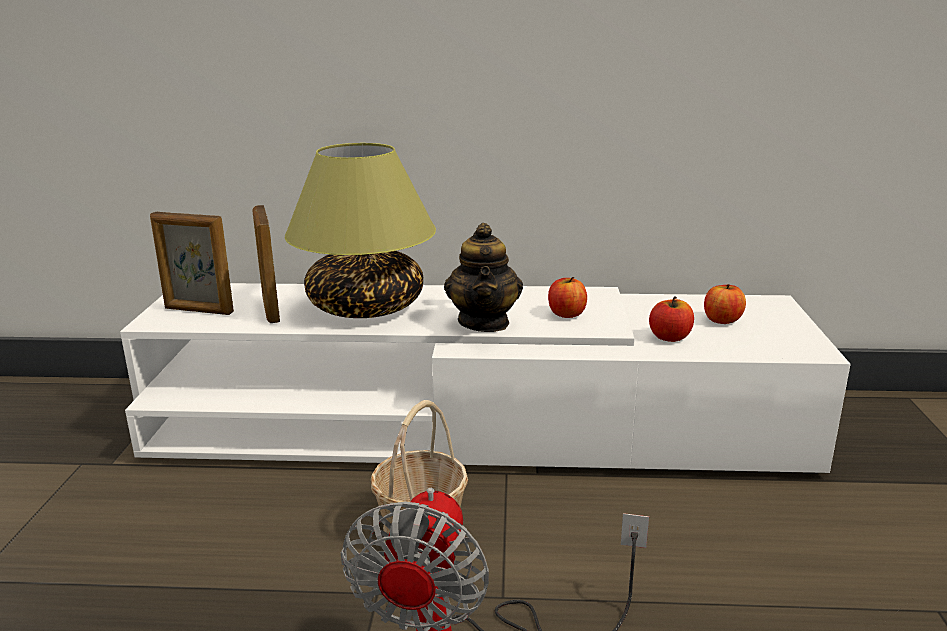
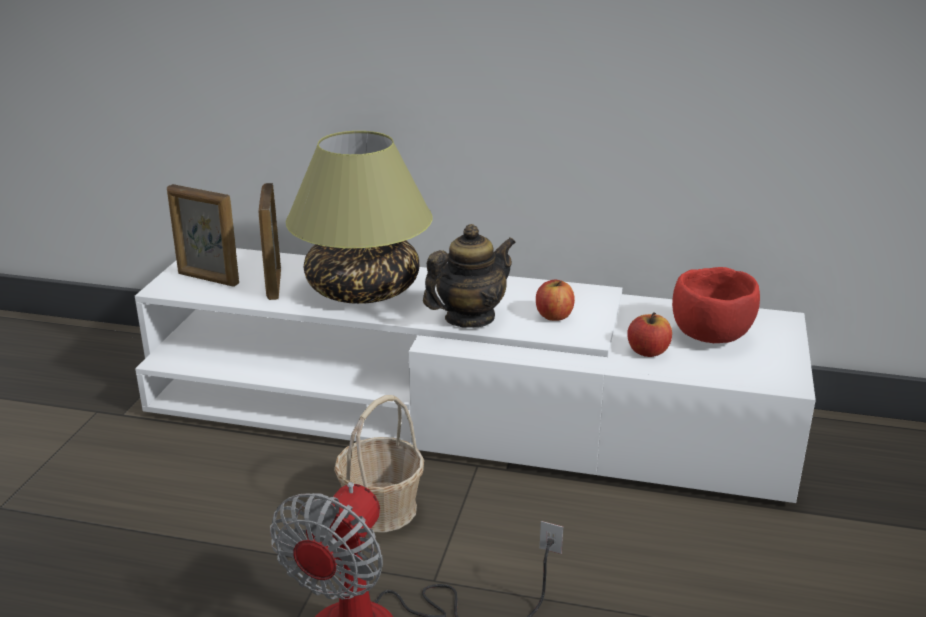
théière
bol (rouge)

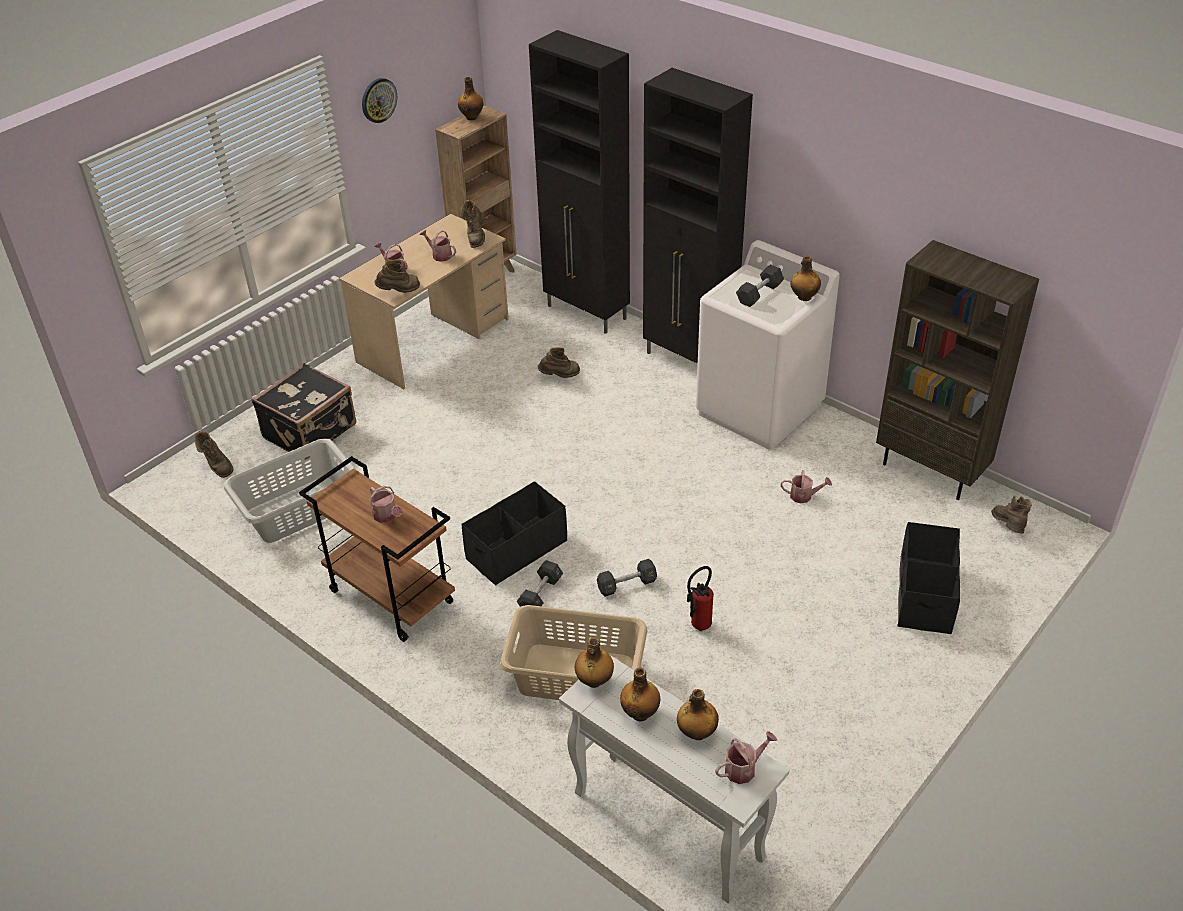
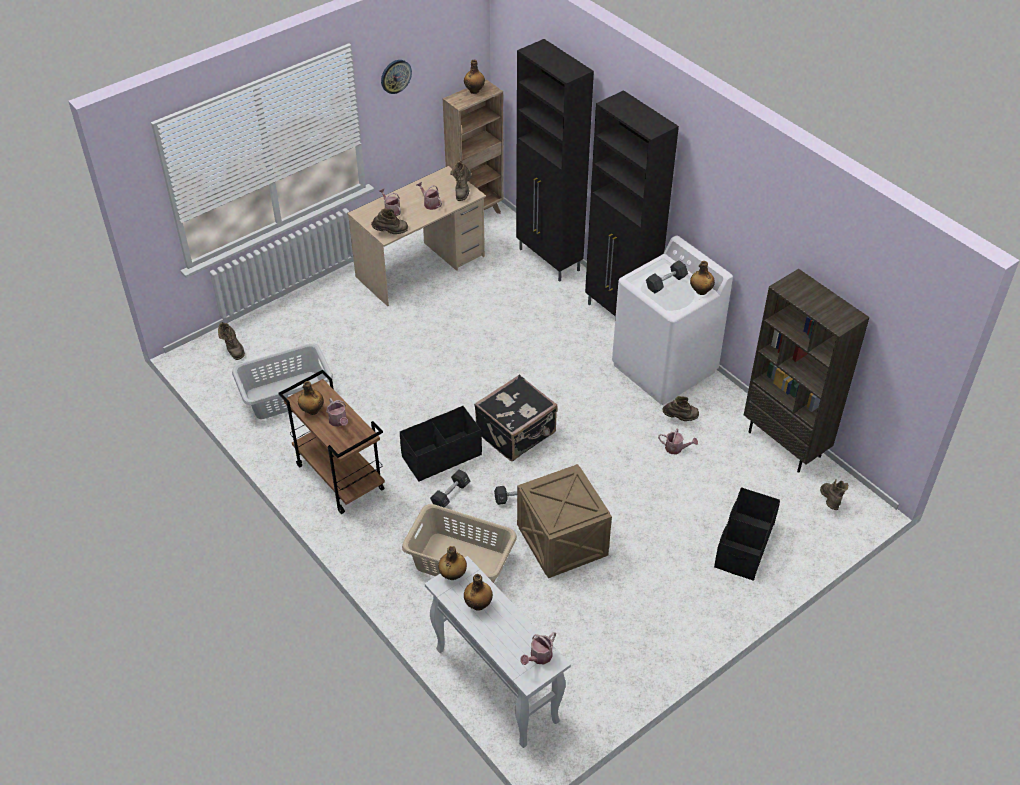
bouteille (1st from left)
valise (noir)
caisse
arrosoir (4th from left)
botte (marron) (4th from left)

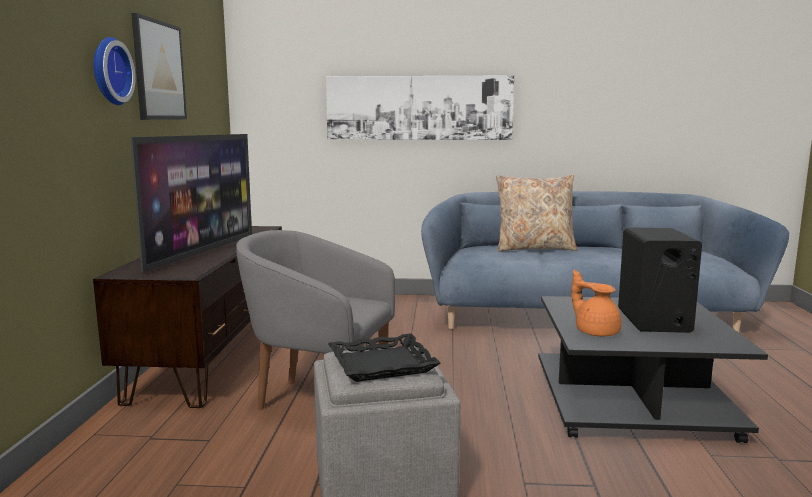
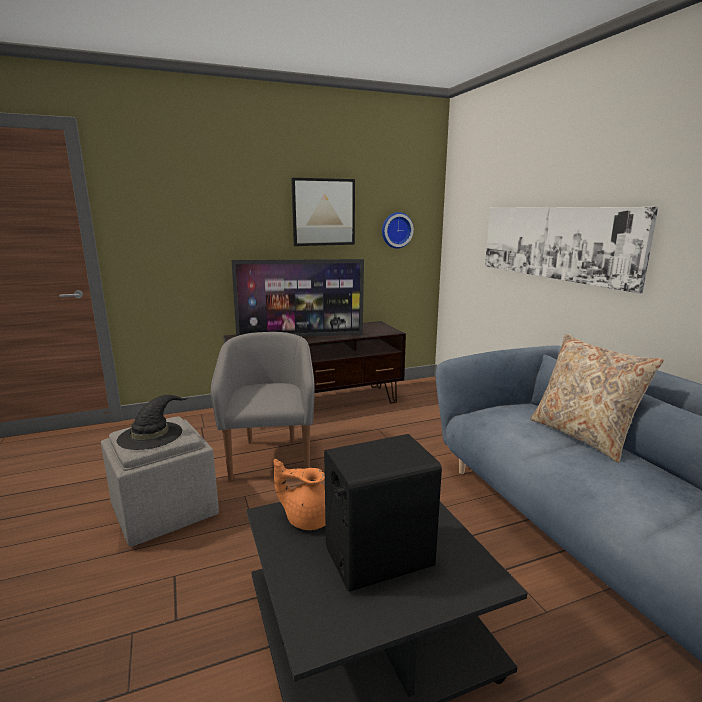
chapeau (noir)
théière (orange)
horloge murale

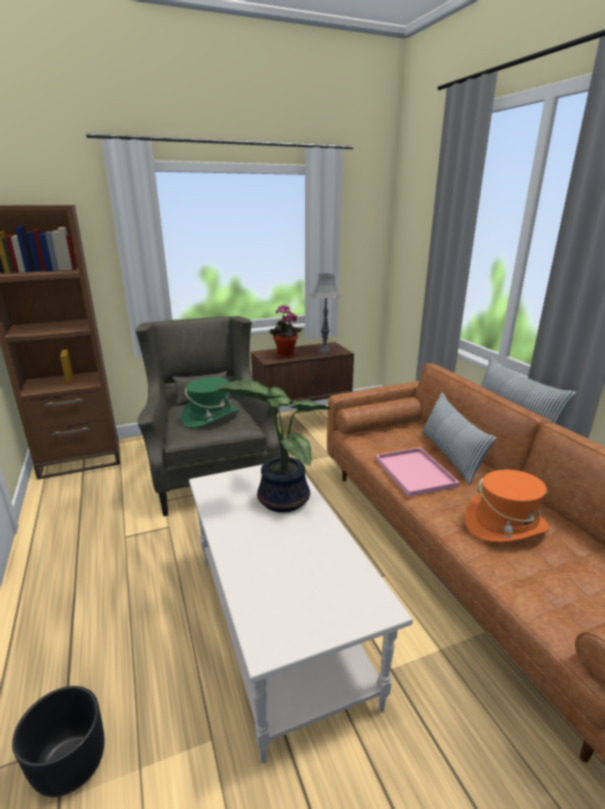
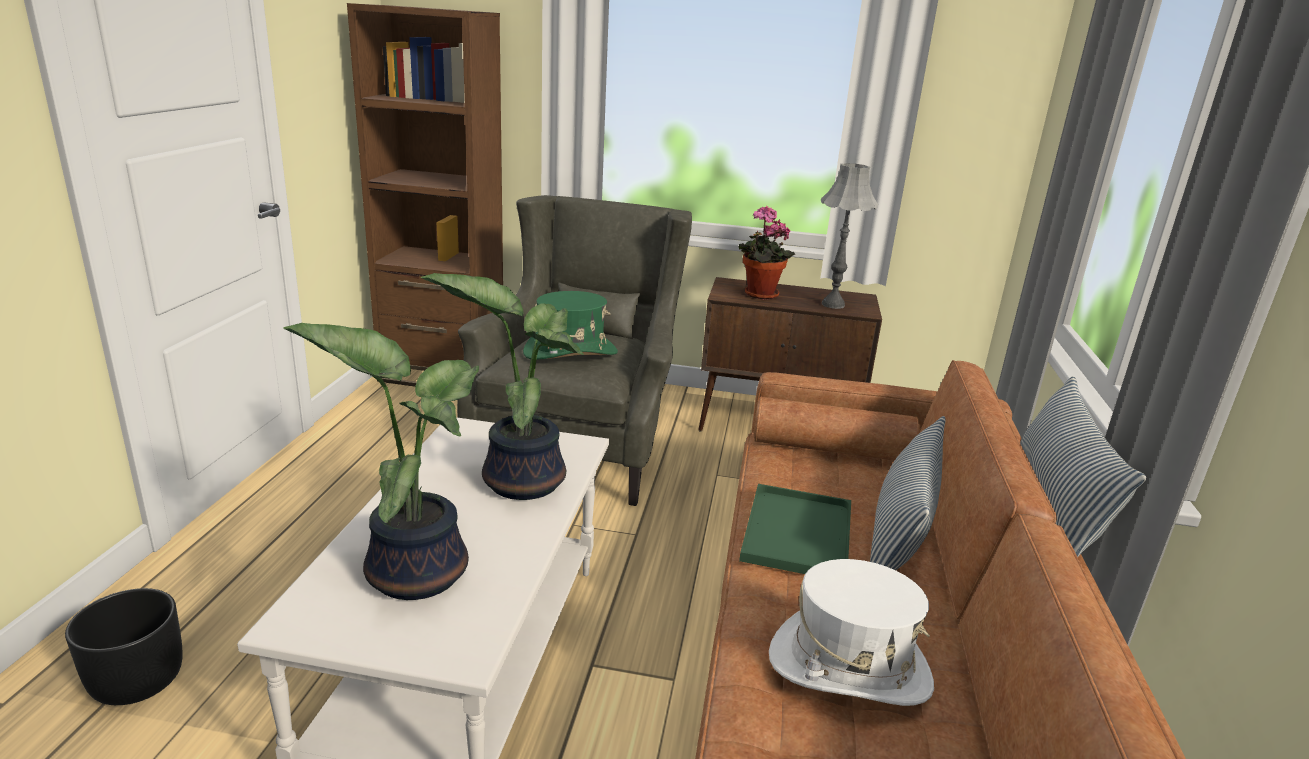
plante en pot (1st from left)
plateau (vert)
chapeau (blanc)

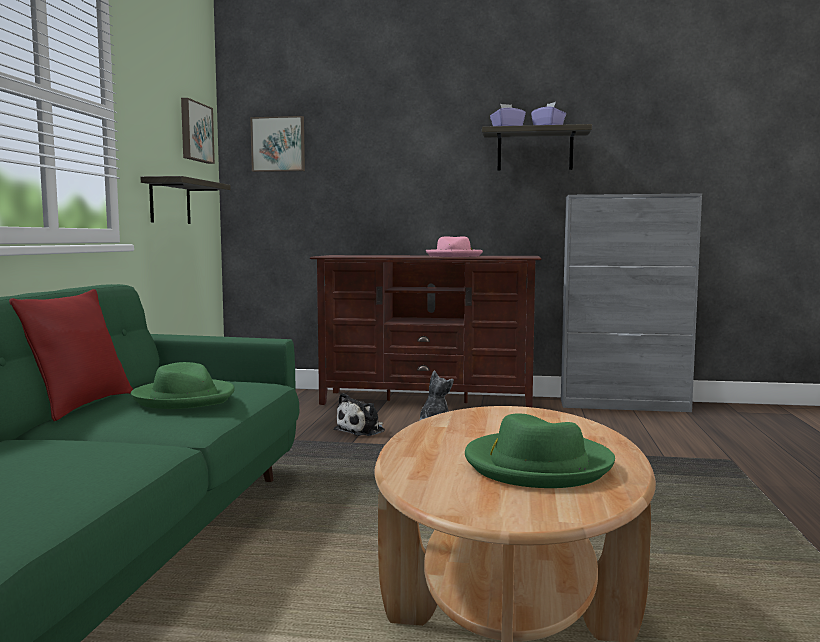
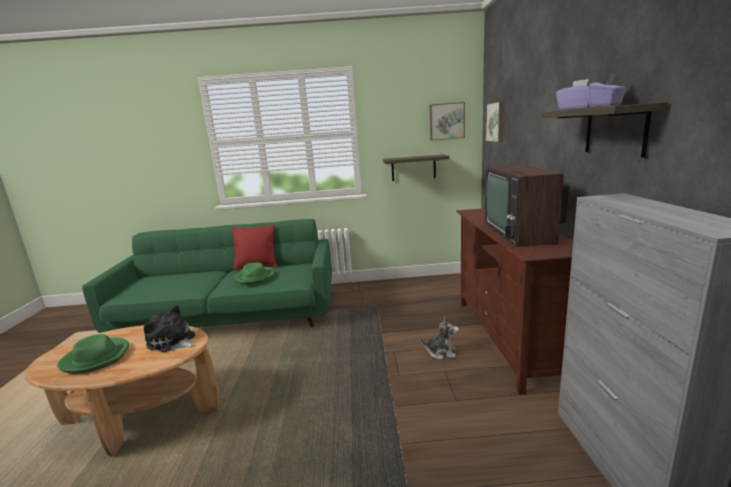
peluche (1st from left)
téléviseur

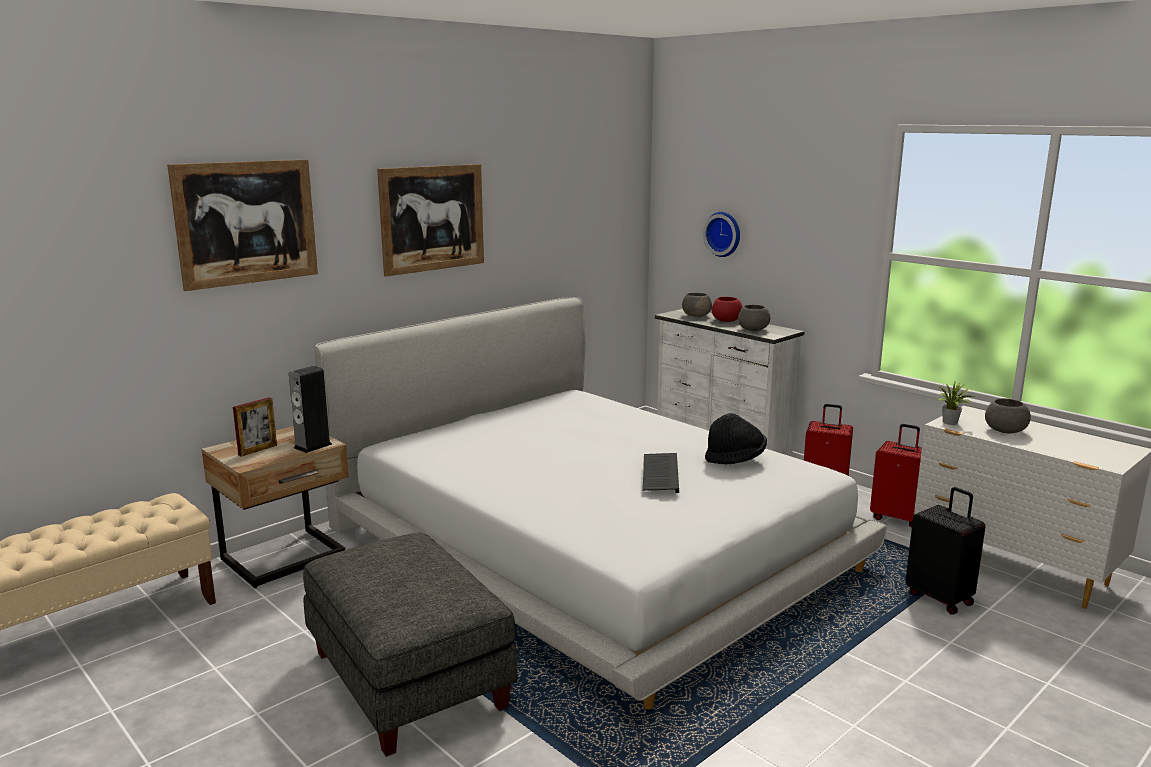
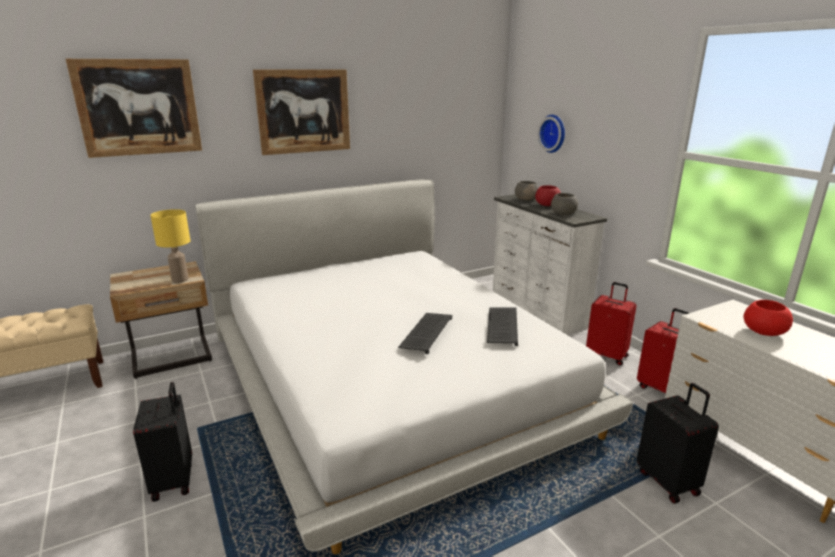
valise (noir) (1st from left)
lampe de table (jaune)
clavier (2nd from left)
bol (rouge) (2nd from left)
cadre photo
plante en pot

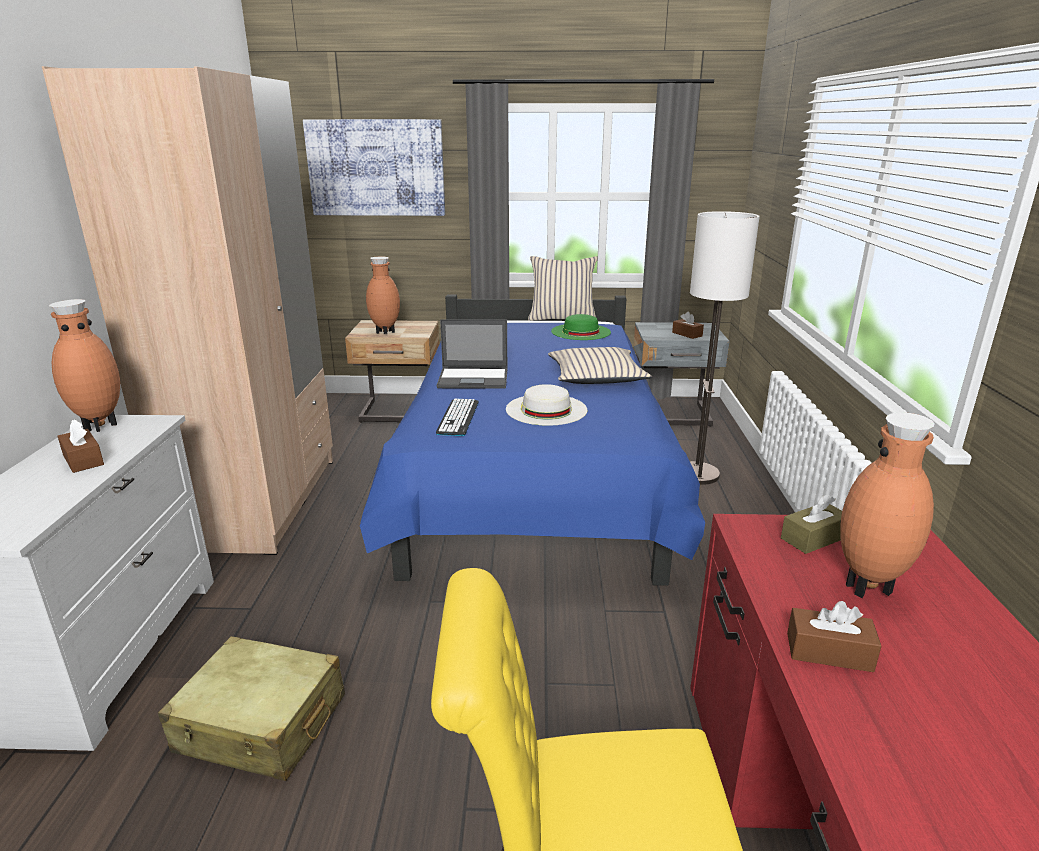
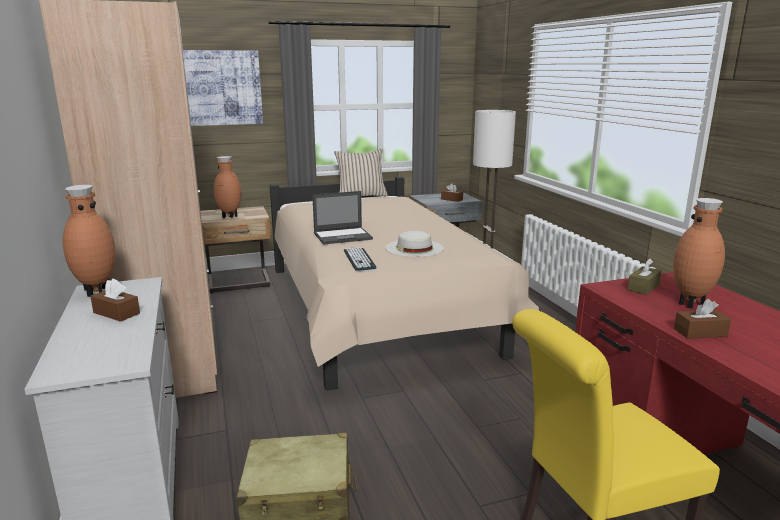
lit (beige)
coussin (beige) (2nd from left in the first image)
chapeau (vert)

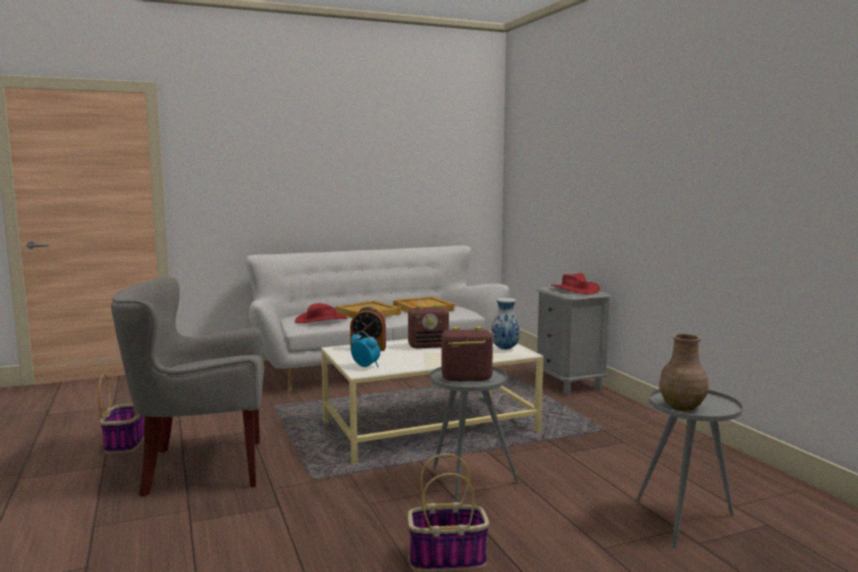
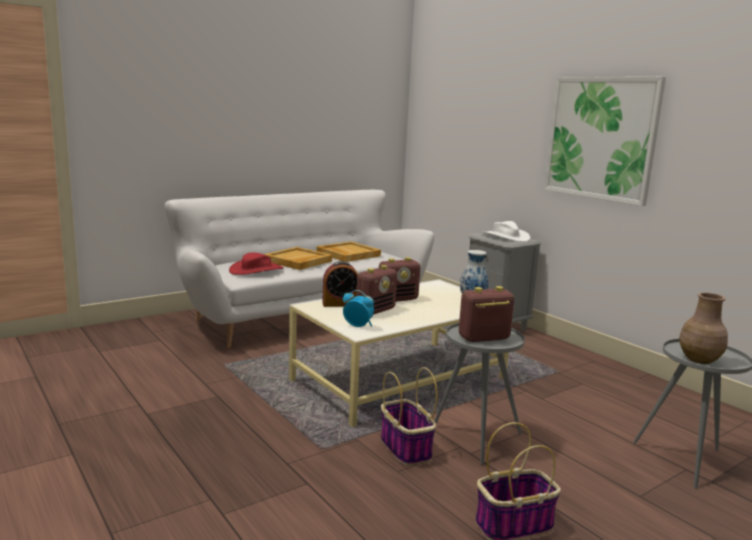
radio (1st from left)
panier (1st from left)
chapeau (blanc)
tableau
fauteuil (gris)

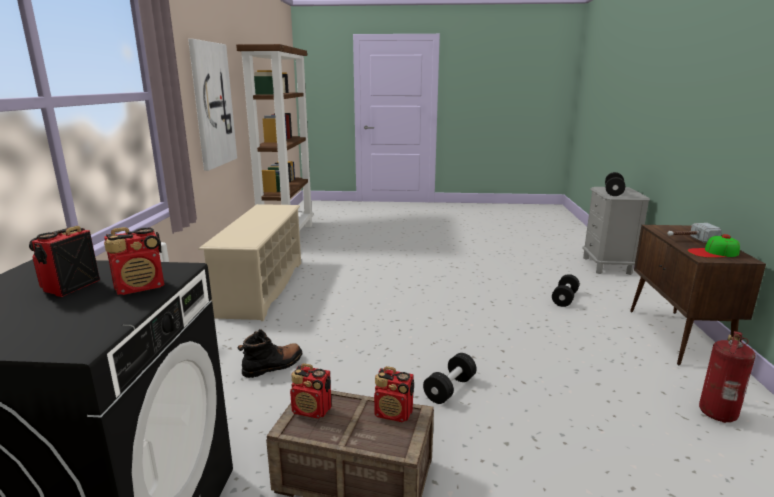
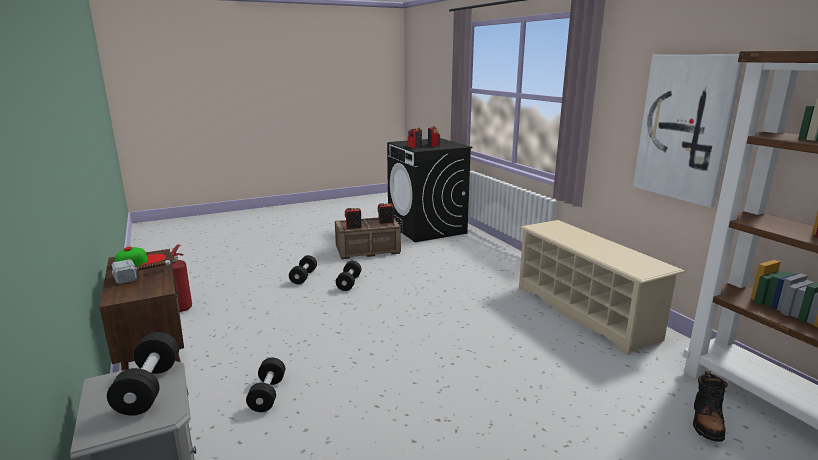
haltère (noir) (3rd from left)
botte (noir)

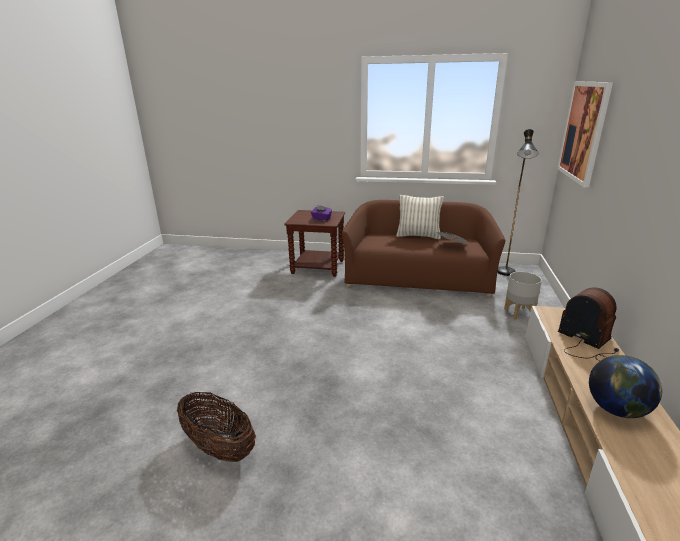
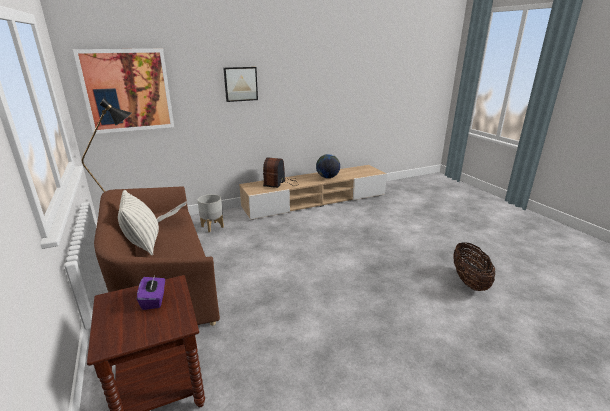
tableau (2nd from left)

